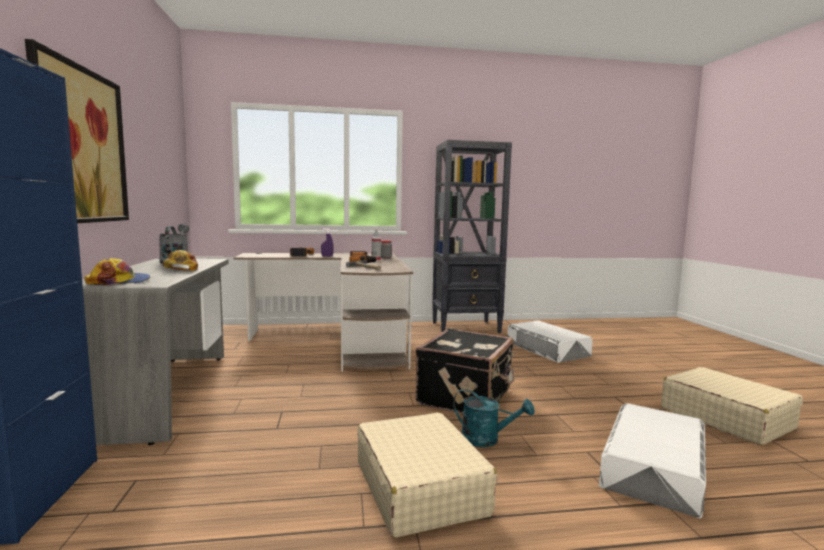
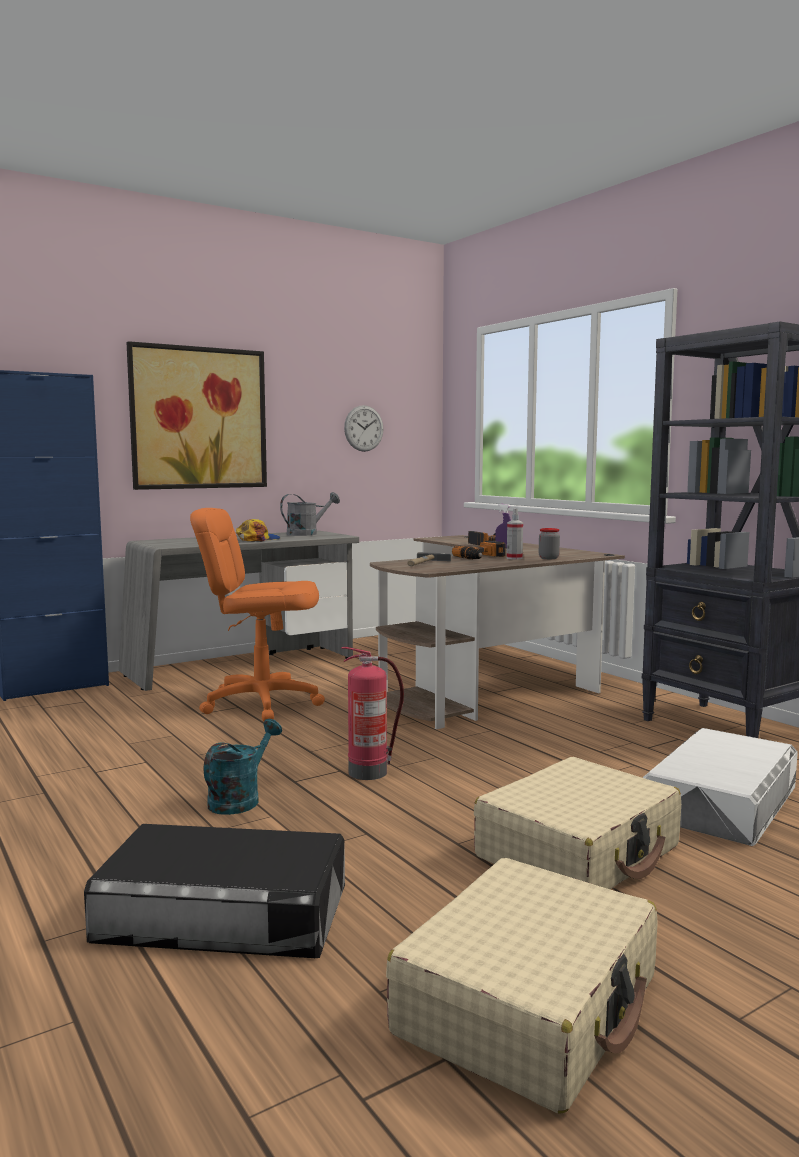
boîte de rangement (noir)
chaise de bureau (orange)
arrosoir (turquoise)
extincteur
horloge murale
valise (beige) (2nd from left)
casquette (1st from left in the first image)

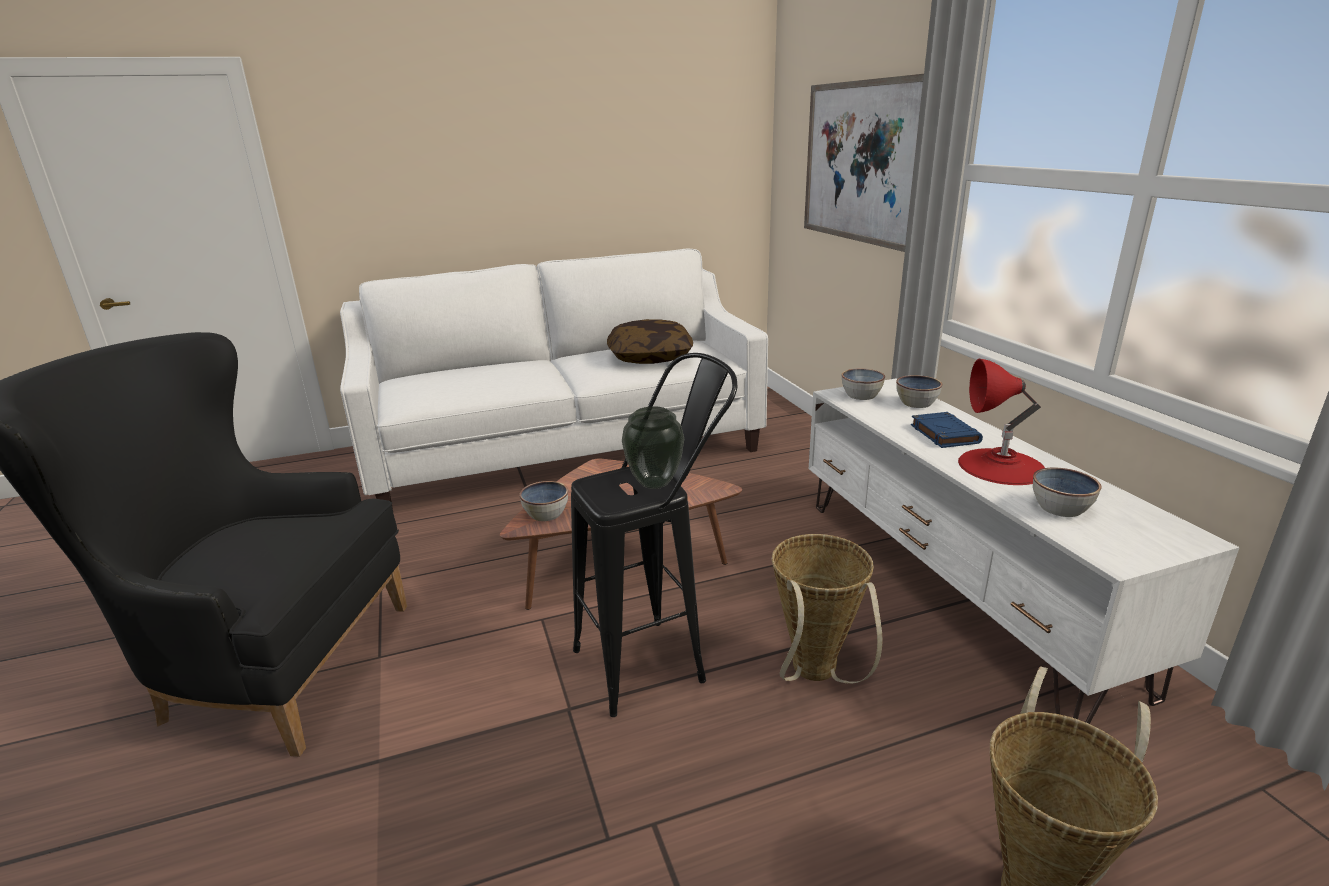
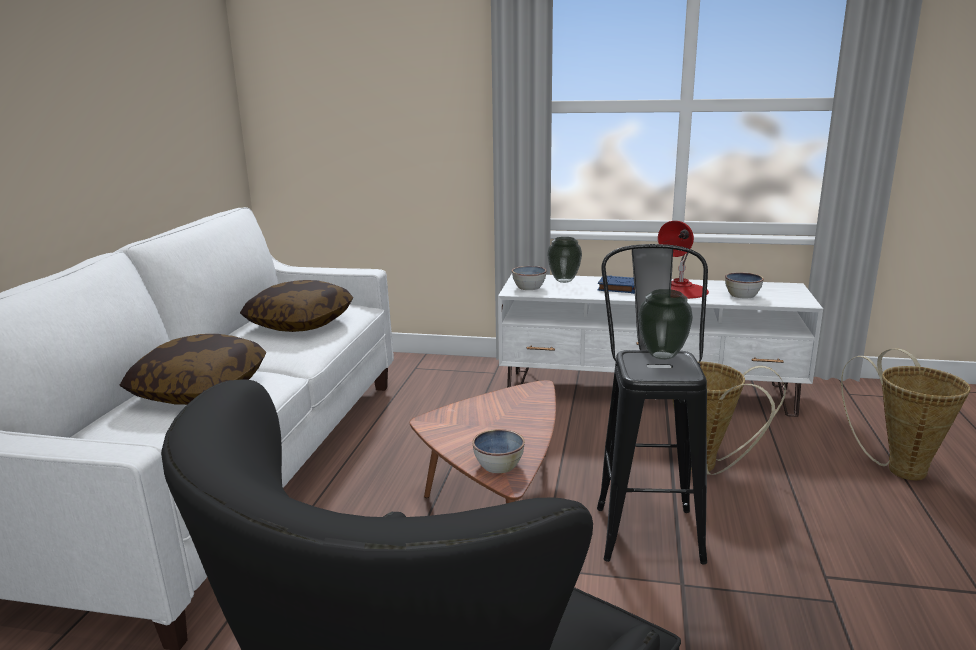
coussin (1st from left)
vase (1st from left)
tableau

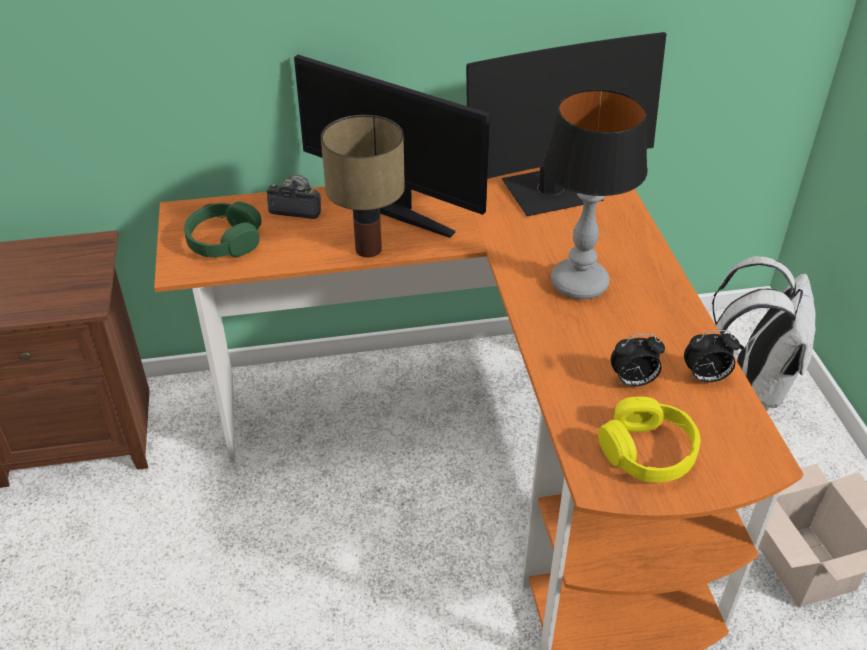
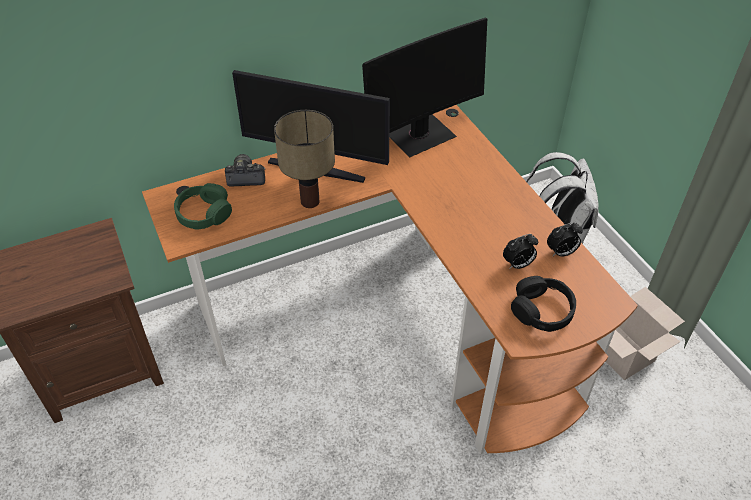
casque audio (noir)
lampe de table (2nd from left in the first image)

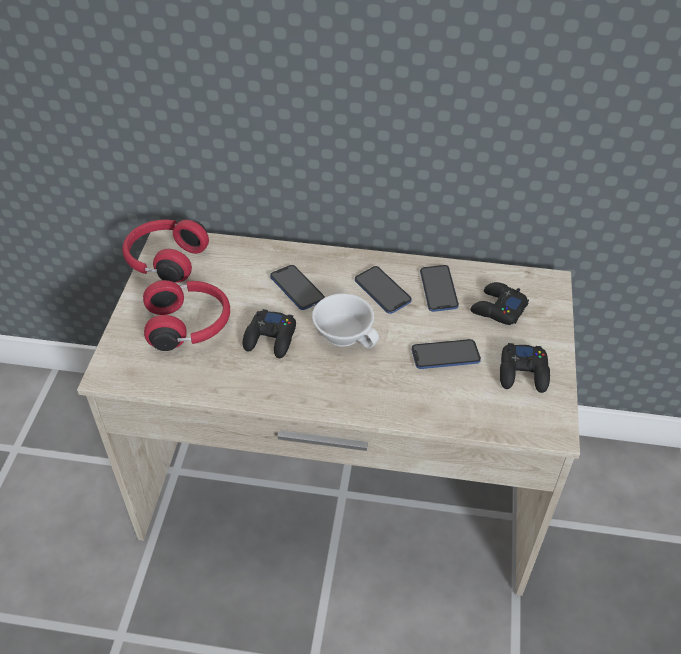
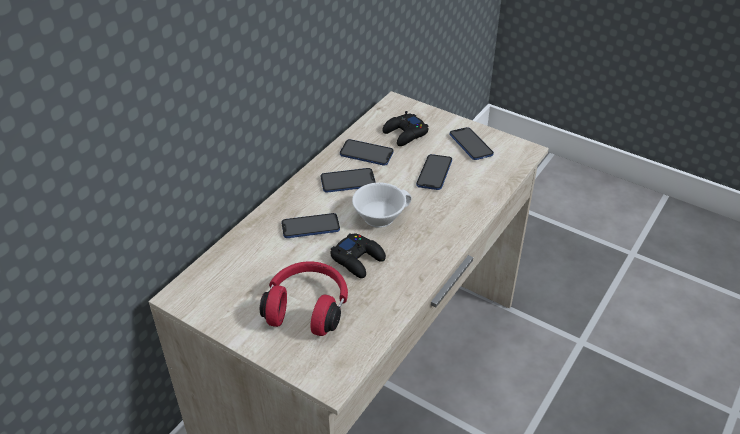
téléphone (5th from left)
casque audio (rouge) (1st from left in the first image)

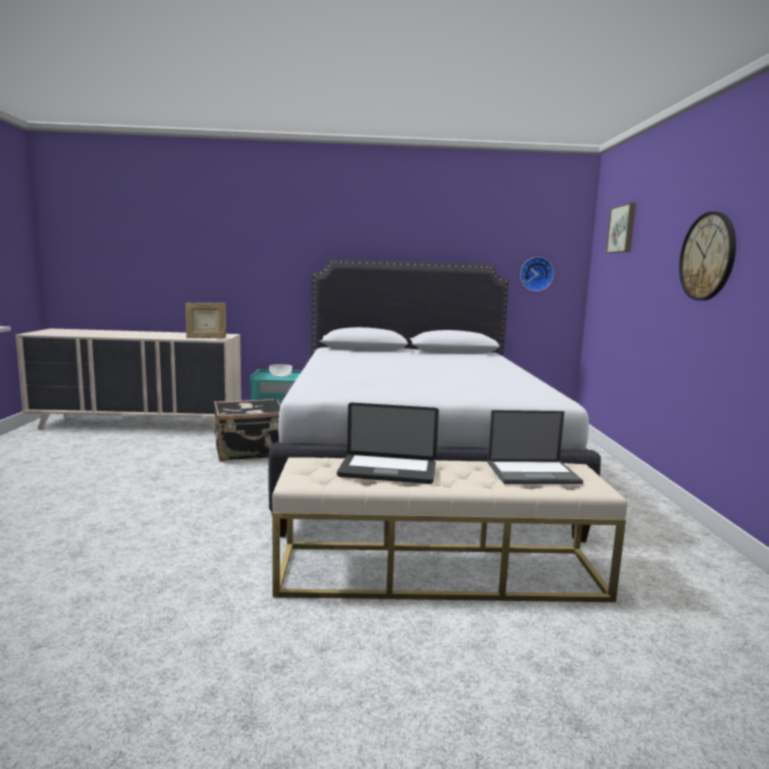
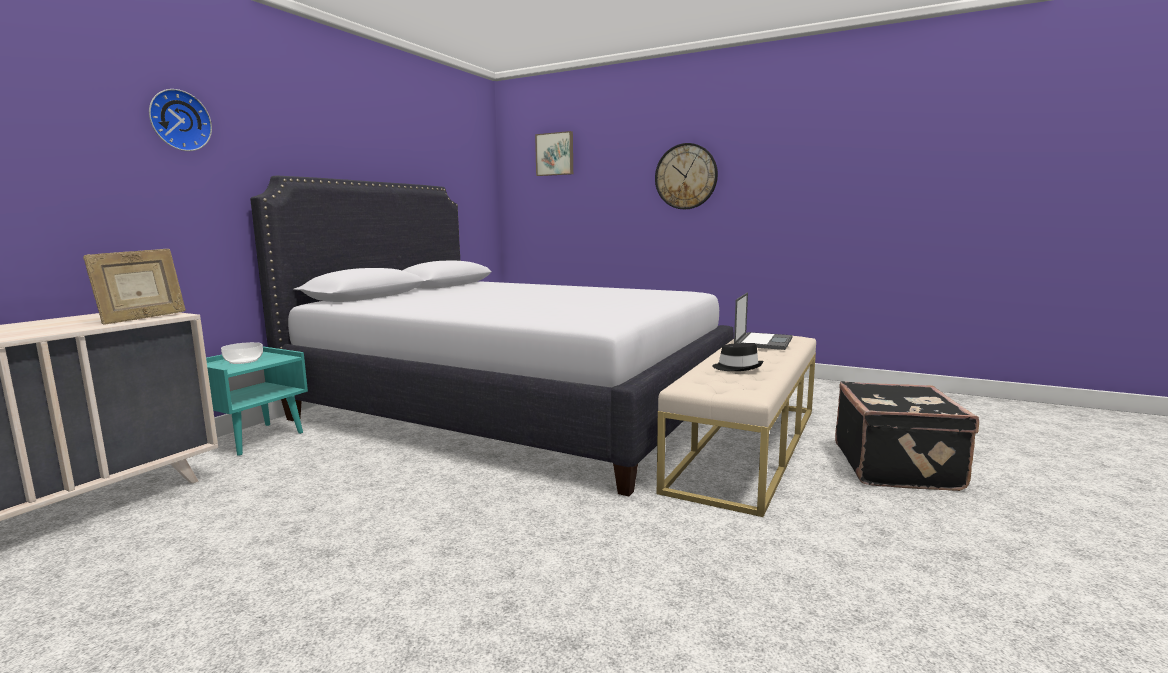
horloge murale (1st from left)
chapeau (noir)
valise (noir)

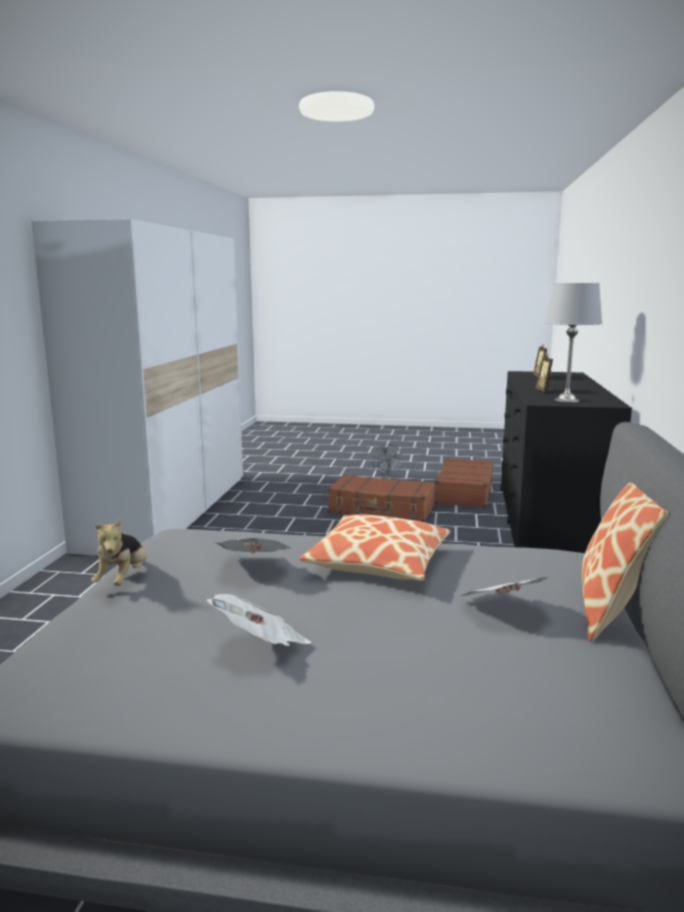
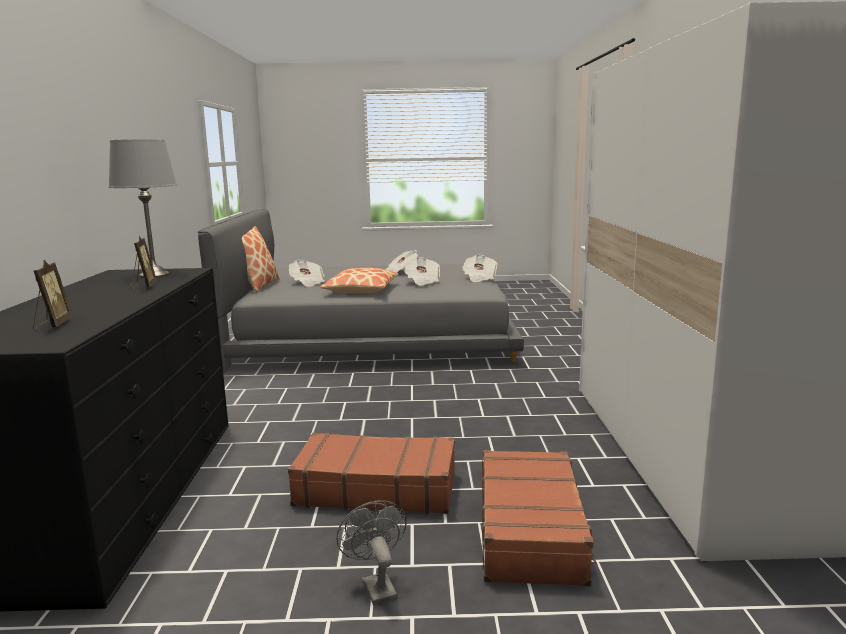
journal (4th from left)
valise (marron) (2nd from left)

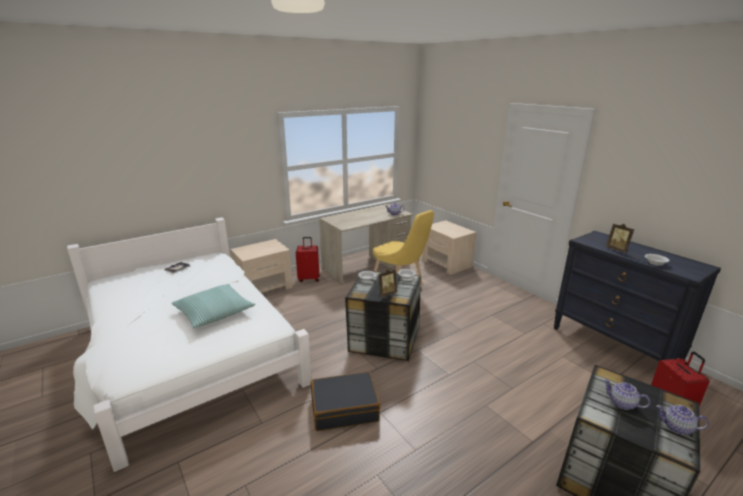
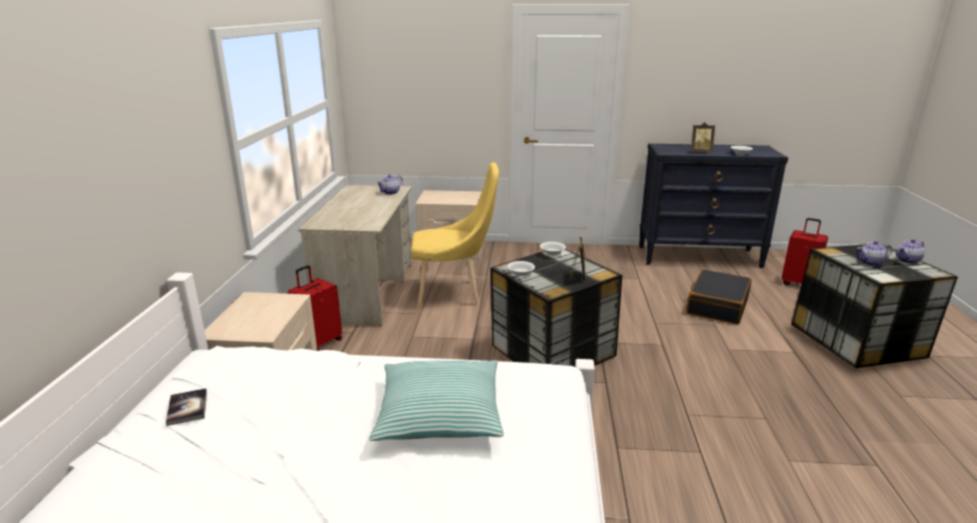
valise (noir)

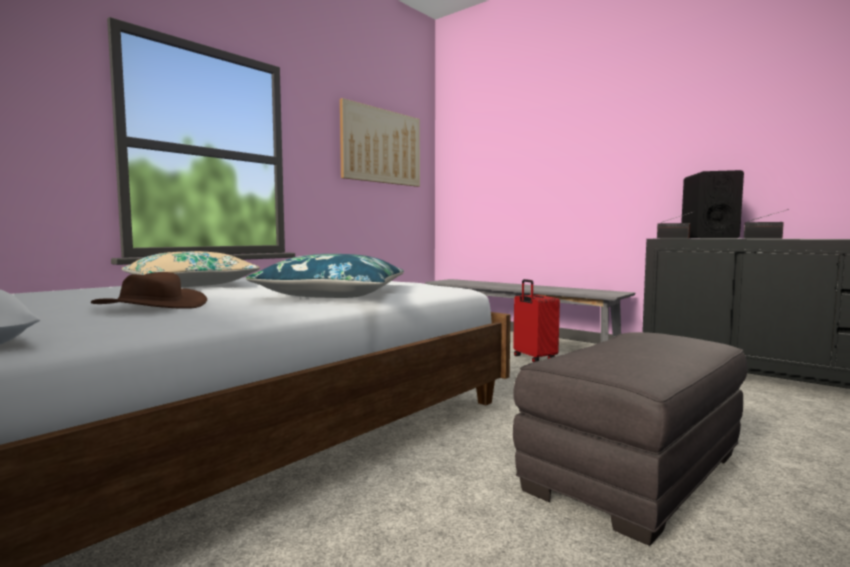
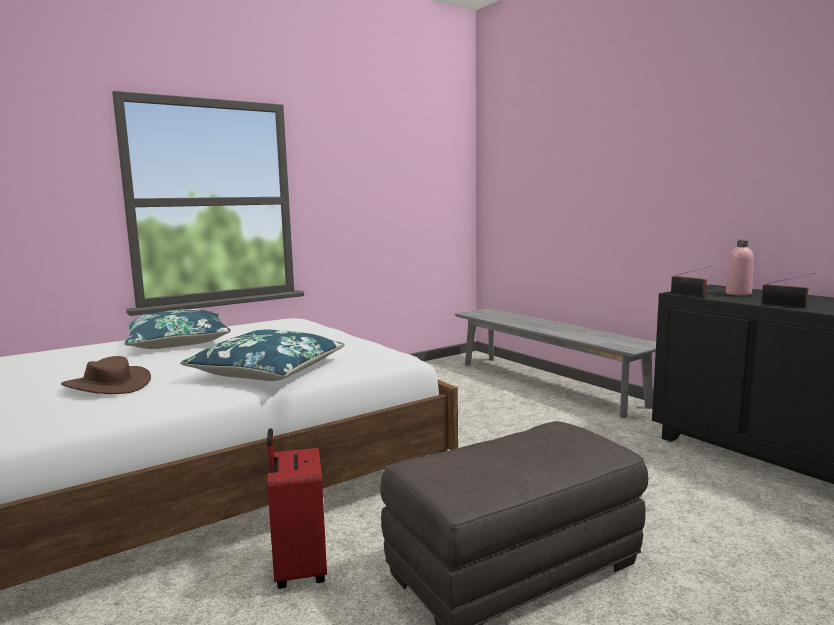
coussin (bleu) (1st from left)
valise (rouge)
bouteille (rose)
tableau

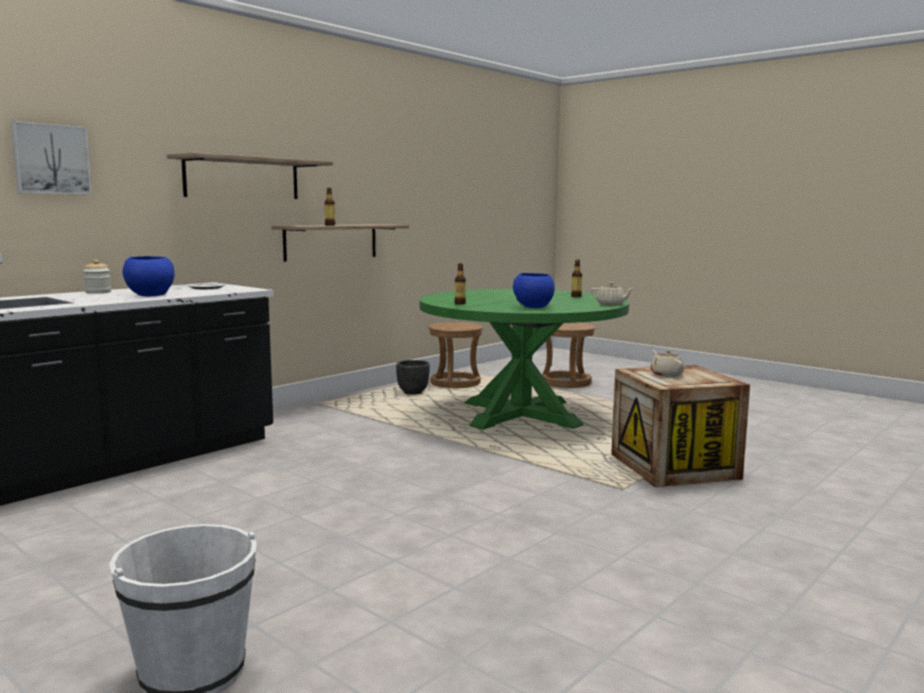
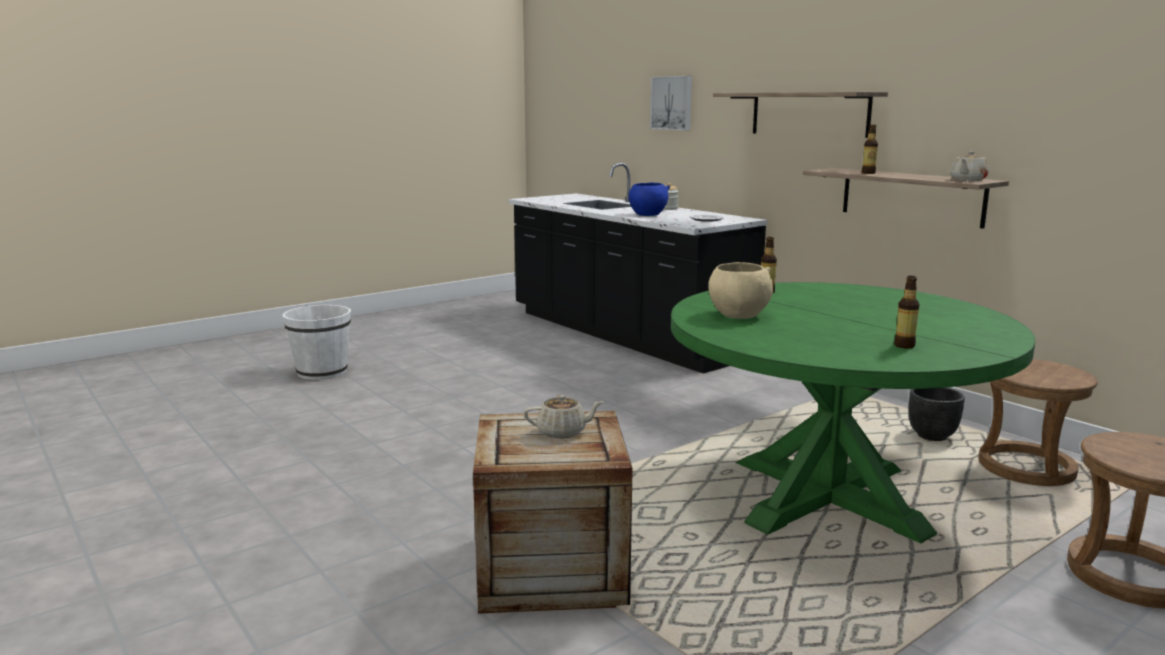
bol (beige)
théière (beige) (2nd from left)

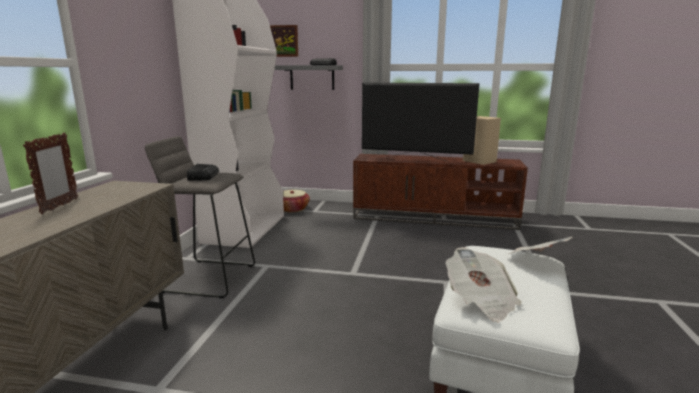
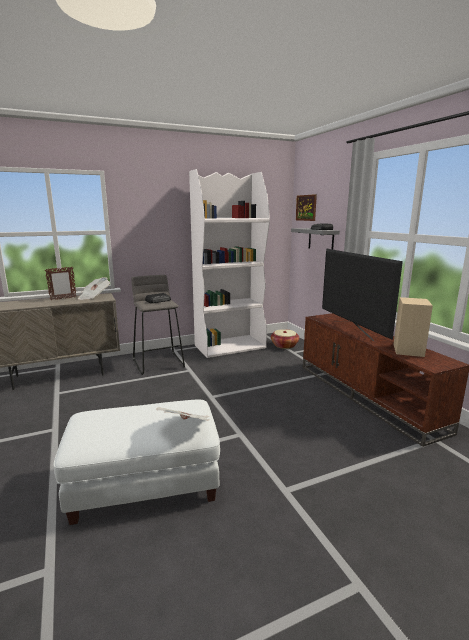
journal (1st from left)

